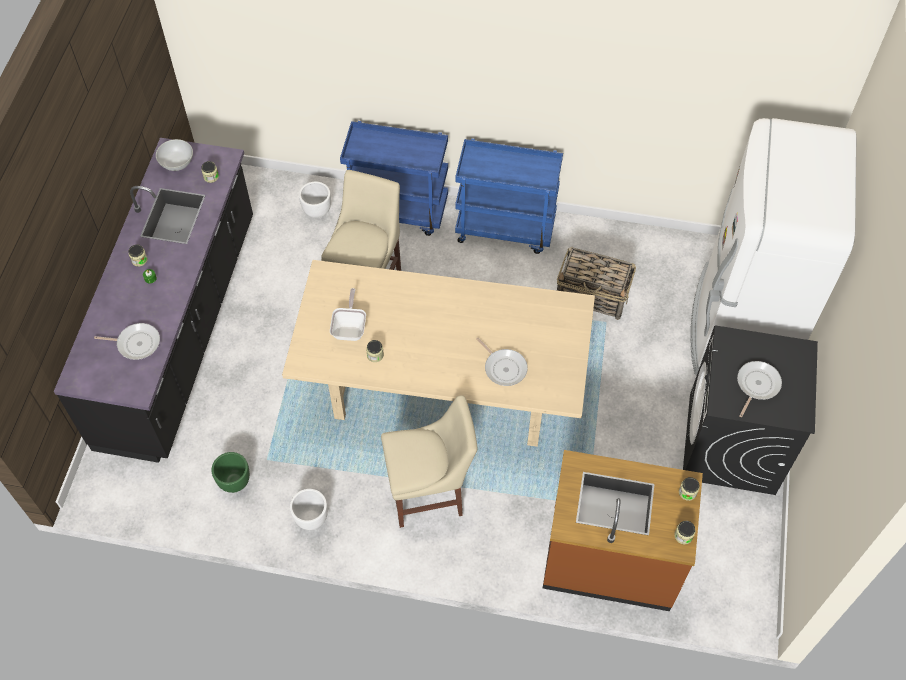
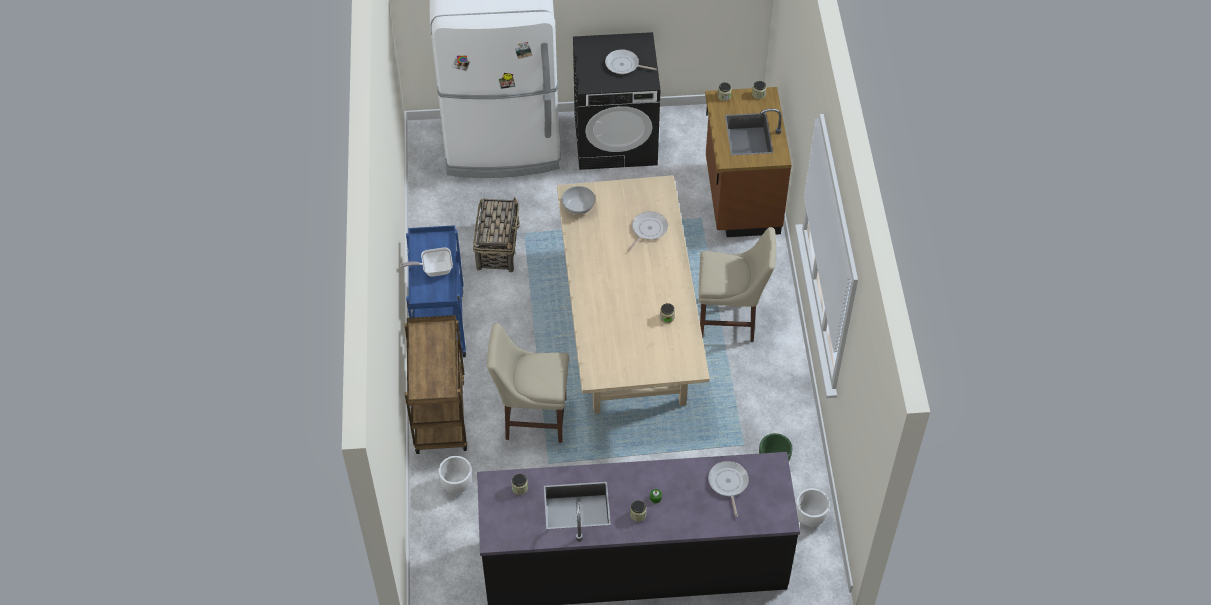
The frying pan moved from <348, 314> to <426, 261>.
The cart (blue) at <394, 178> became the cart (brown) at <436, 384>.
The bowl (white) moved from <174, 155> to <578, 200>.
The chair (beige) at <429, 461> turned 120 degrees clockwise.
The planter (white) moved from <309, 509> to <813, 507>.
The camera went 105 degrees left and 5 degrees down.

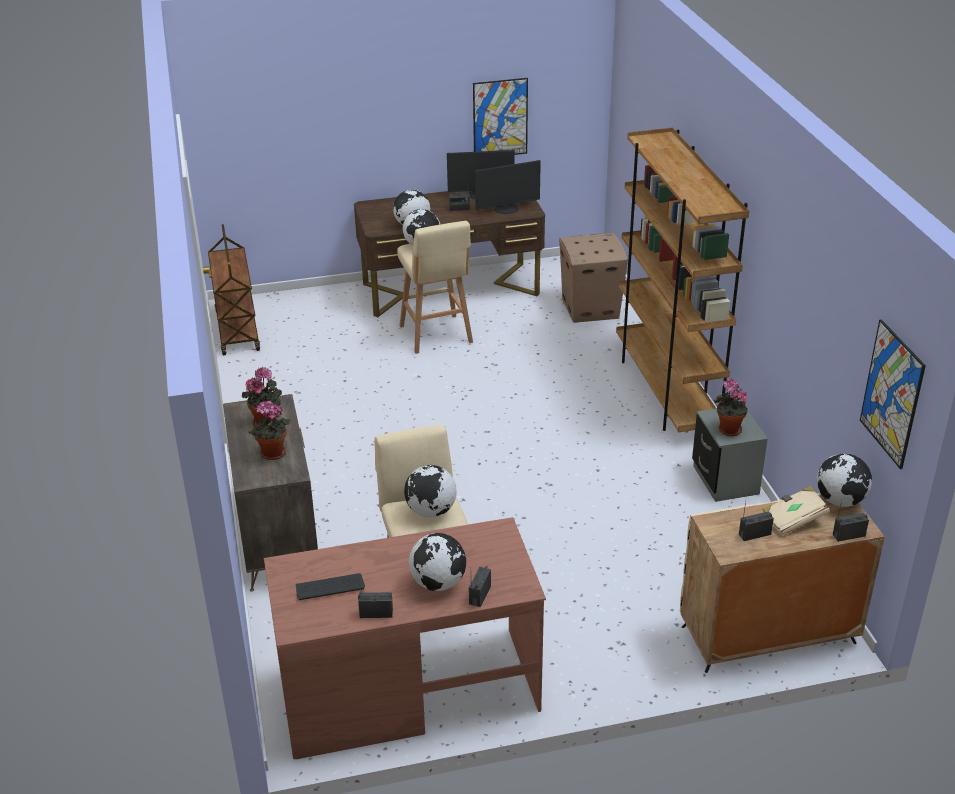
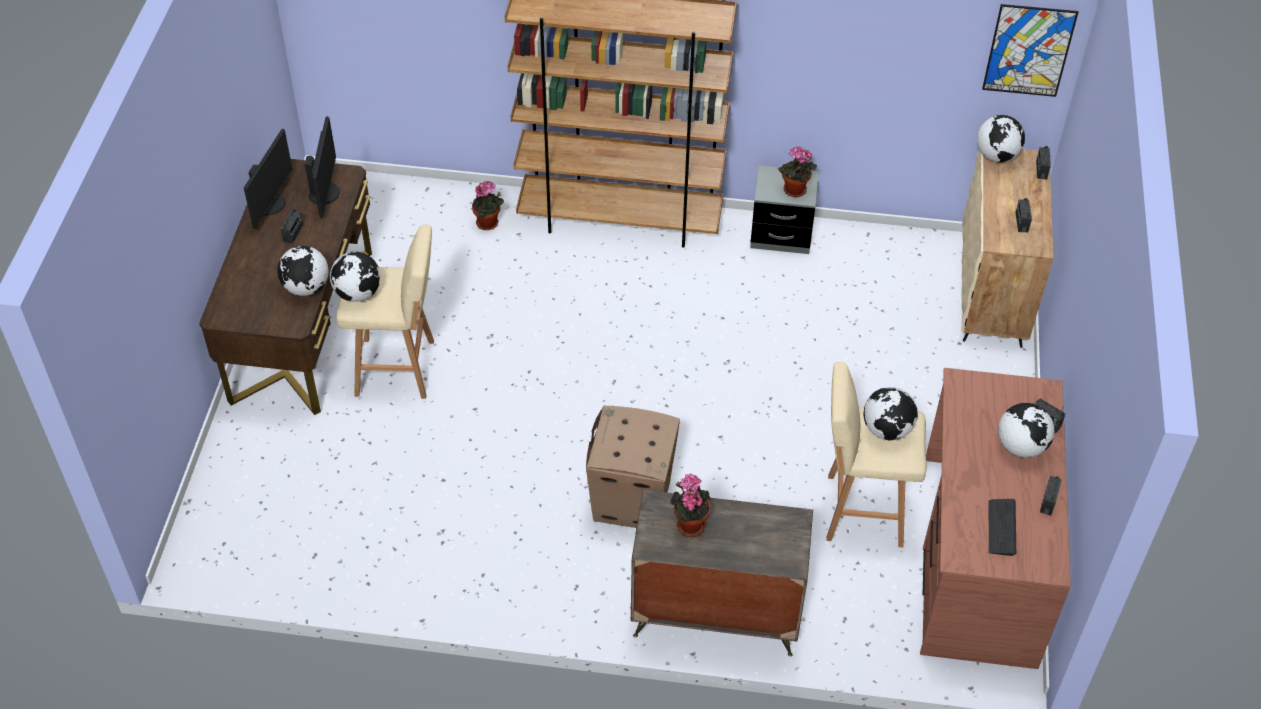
The potted plant moved from <269, 430> to <488, 205>.
The cardboard box moved from <593, 278> to <633, 467>.
The cart (brown) at <234, 290> disappeared.
The picture at <500, 116> disappeared.
The book (beige) at <796, 511> disappeared.
The camera went 70 degrees left and 15 degrees up.

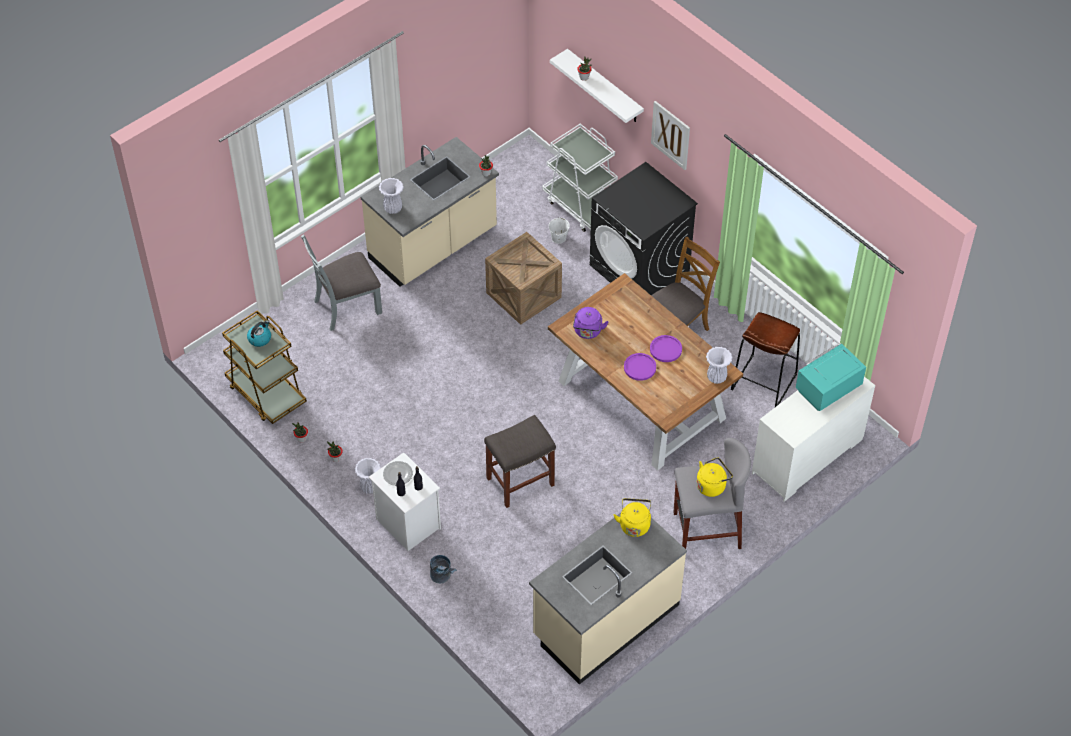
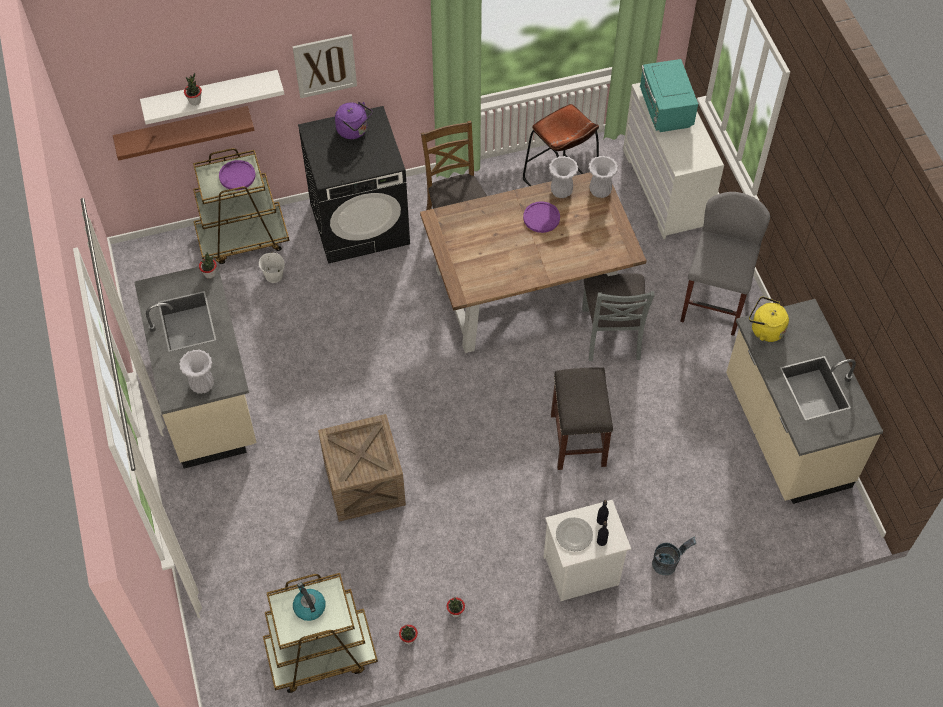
The shelf (brown) at <183, 133> appeared.
The cart (white) at <580, 178> became the cart (brown) at <241, 206>.
The plate (purple) moved from <640, 367> to <237, 175>.
The crate moved from <523, 278> to <362, 468>.
The kettle (purple) moved from <591, 323> to <354, 120>.
The vase (white) moved from <368, 476> to <563, 177>.
The chair (grey) moved from <341, 282> to <618, 317>.
The kettle (yellow) at <714, 477> disappeared.
The camera went 65 degrees left and 5 degrees up.

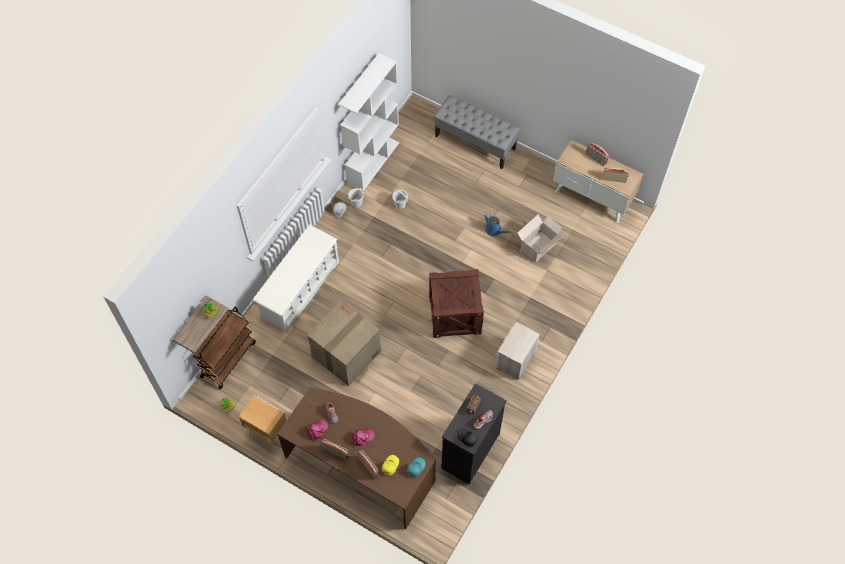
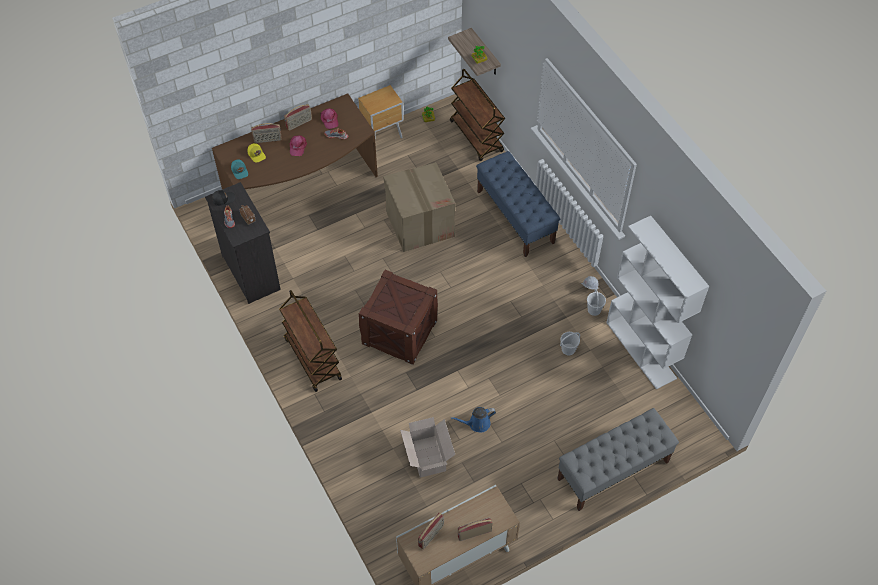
The nightstand at <518, 351> was replaced by the cart (brown) at <310, 341>.
The shoe rack (white) at <296, 279> was replaced by the bench (blue) at <518, 204>.
The camera went 120 degrees right and 5 degrees down.

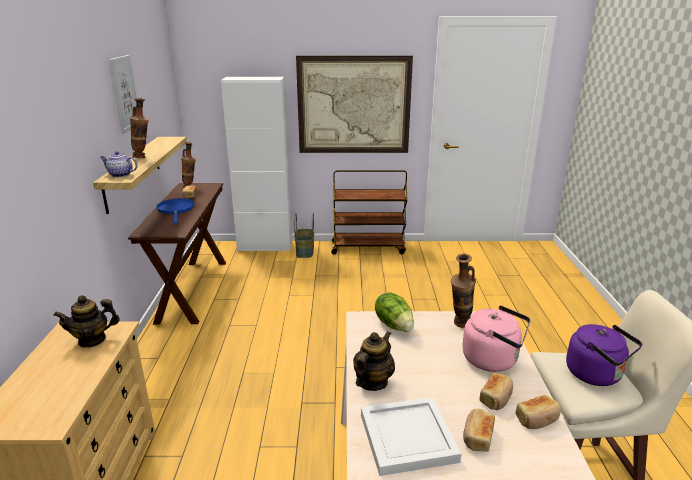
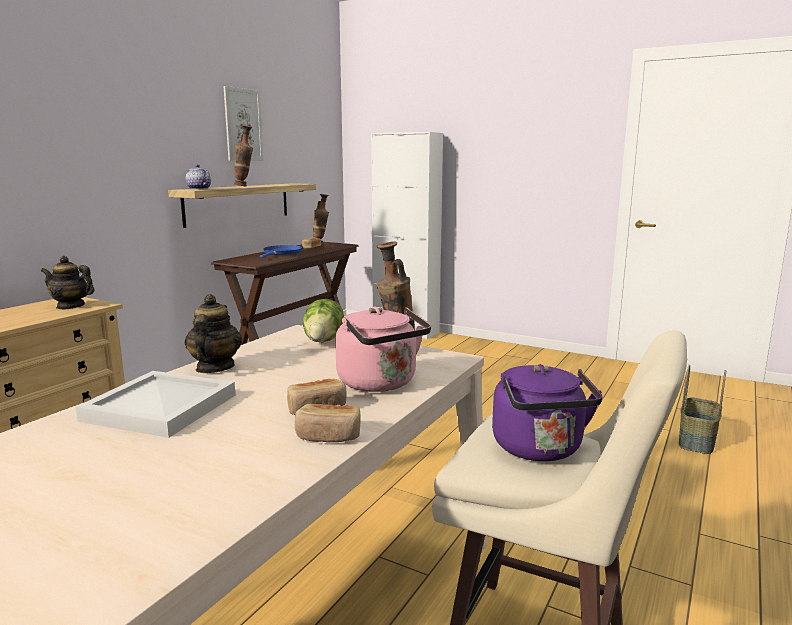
The teapot at <374, 361> turned 60 degrees counterclockwise.
The basket moved from <304, 235> to <702, 409>.
The picture at <354, 104> disappeared.
The cart (brown) at <369, 212> disappeared.
The bread at <479, 430> disappeared.
The camera went 30 degrees right and 10 degrees down.

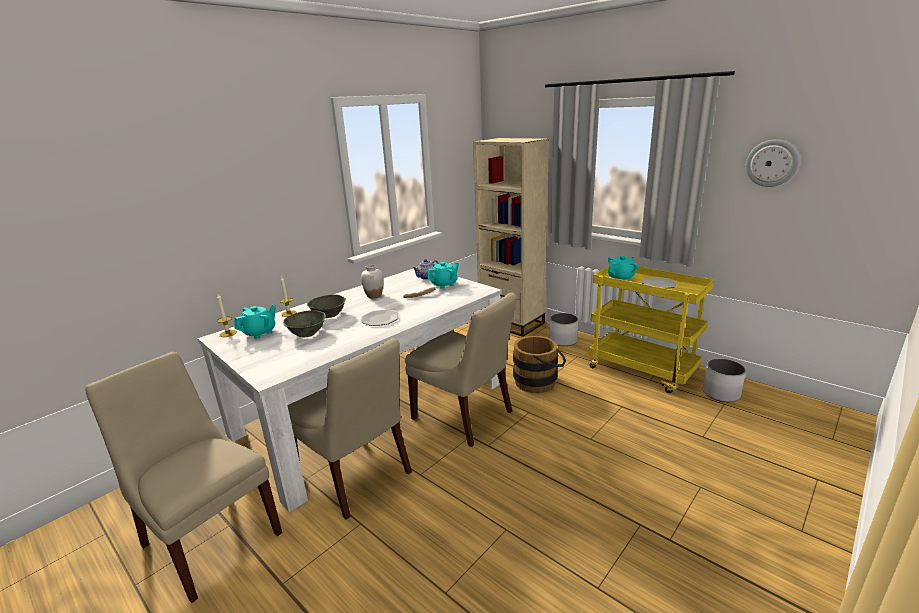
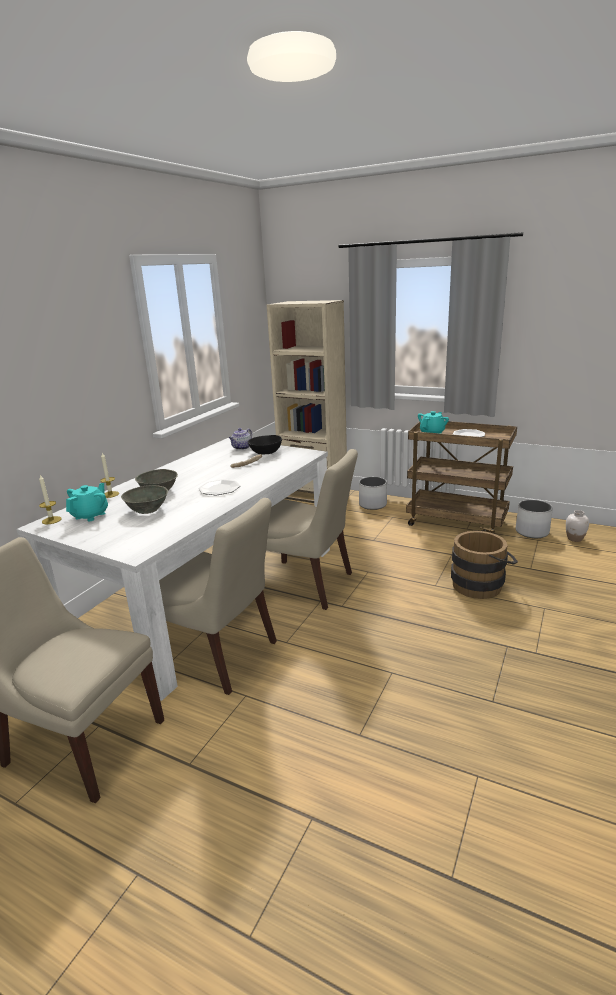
The teapot (turquoise) at <443, 275> was replaced by the bowl (black) at <265, 445>.
The cart (yellow) at <651, 329> became the cart (brown) at <461, 477>.
The bucket (brown) moved from <539, 364> to <484, 565>.
The vase (white) moved from <372, 282> to <577, 526>.
The wall clock at <772, 163> disappeared.
The camera went 15 degrees left and 0 degrees up.

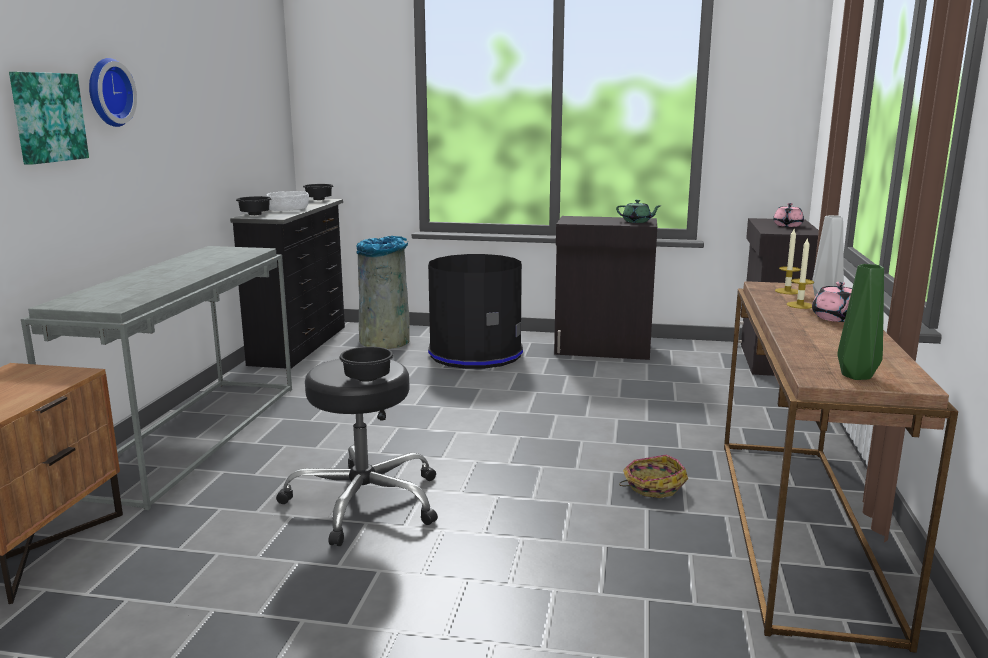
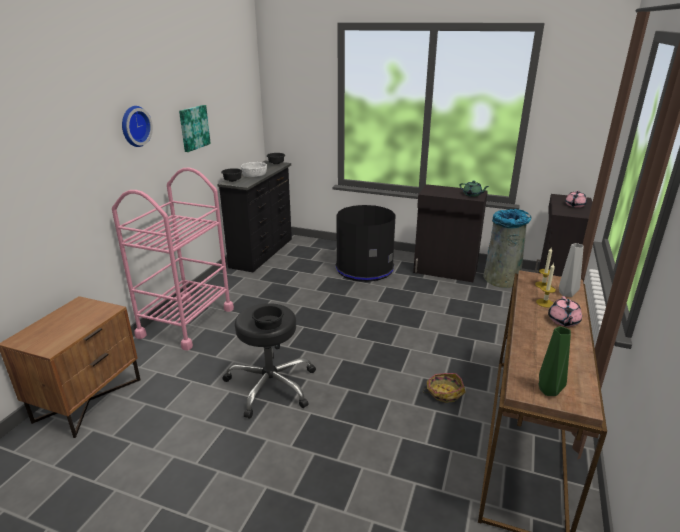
The console table (grey) at <156, 378> was replaced by the cart (pink) at <173, 259>.
The picture moved from <49, 118> to <195, 128>.
The trash can (grey) moved from <383, 292> to <507, 248>.
The camera went 10 degrees right and 10 degrees up.

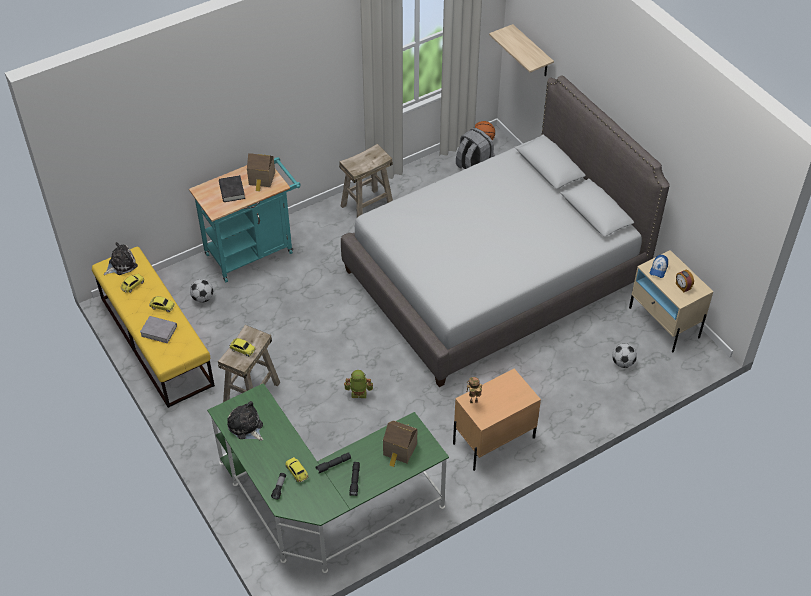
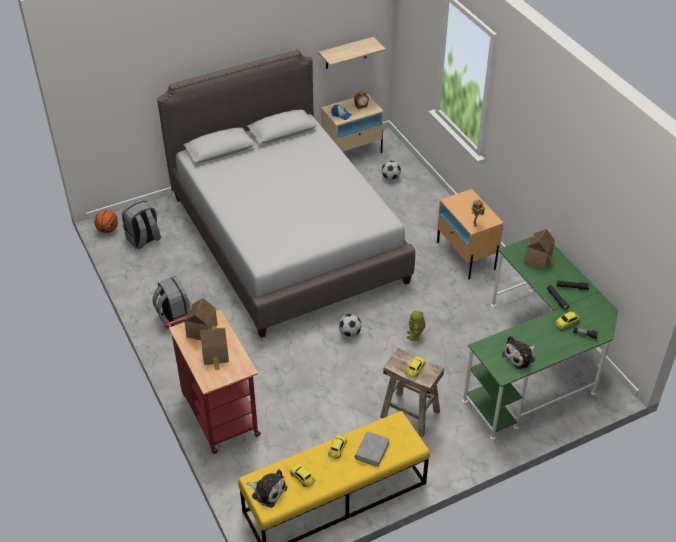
The stool (beige) at <366, 180> was replaced by the backpack (grey) at <172, 302>.
The cart (turquoise) at <245, 219> became the cart (red) at <213, 381>.
The book (black) at <232, 188> was replaced by the toy house at <214, 348>.
The plush toy at <121, 258> turned 150 degrees clockwise.
The shelf moved from <521, 50> to <352, 53>.
The football moved from <201, 291> to <350, 325>.
The camera went 85 degrees left and 5 degrees down.

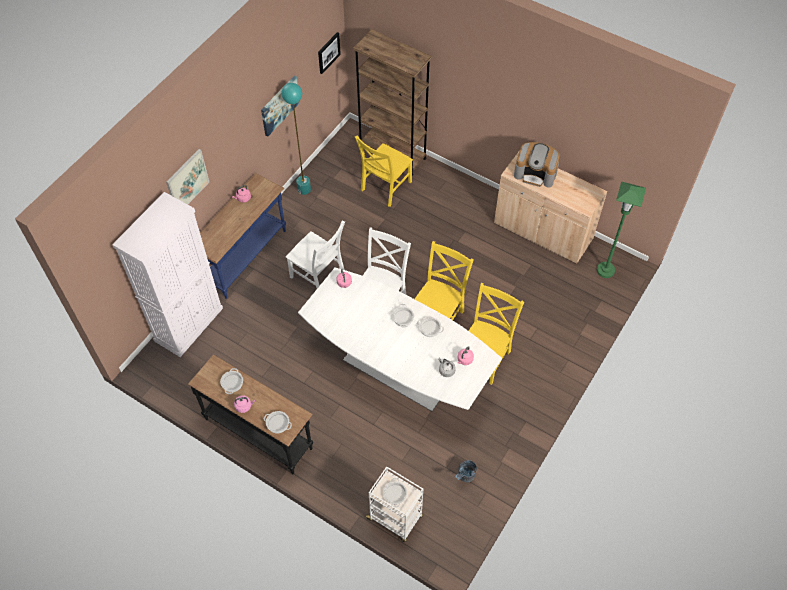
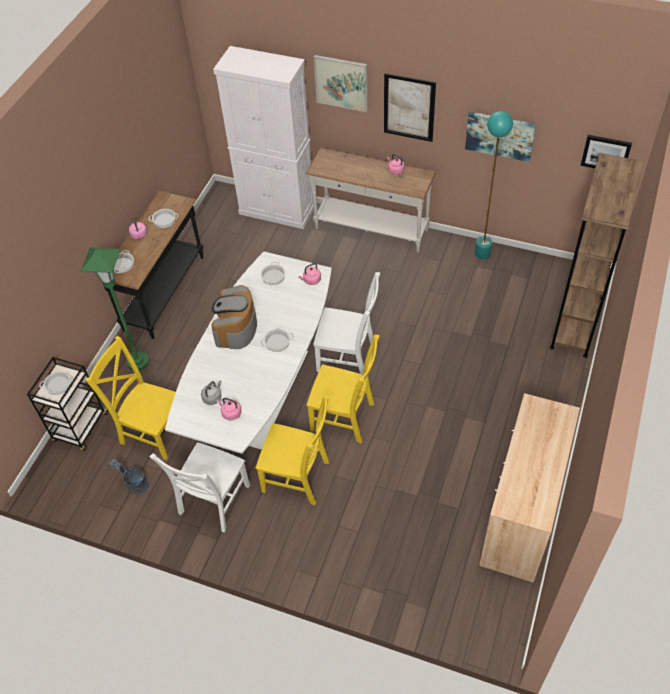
The cart (white) at <394, 504> became the cart (black) at <67, 404>.
The floor lamp (green) moved from <621, 229> to <115, 309>.
The chair (yellow) moved from <384, 171> to <131, 398>.
The chair (white) moved from <315, 254> to <199, 487>.
The coffee machine moved from <537, 165> to <234, 317>.
The cooking pot moved from <430, 327> to <273, 273>.
The console table (blue) at <243, 236> became the console table (white) at <371, 200>.
The picture at <410, 107> appeared.
The camera went 80 degrees right and 5 degrees down.

